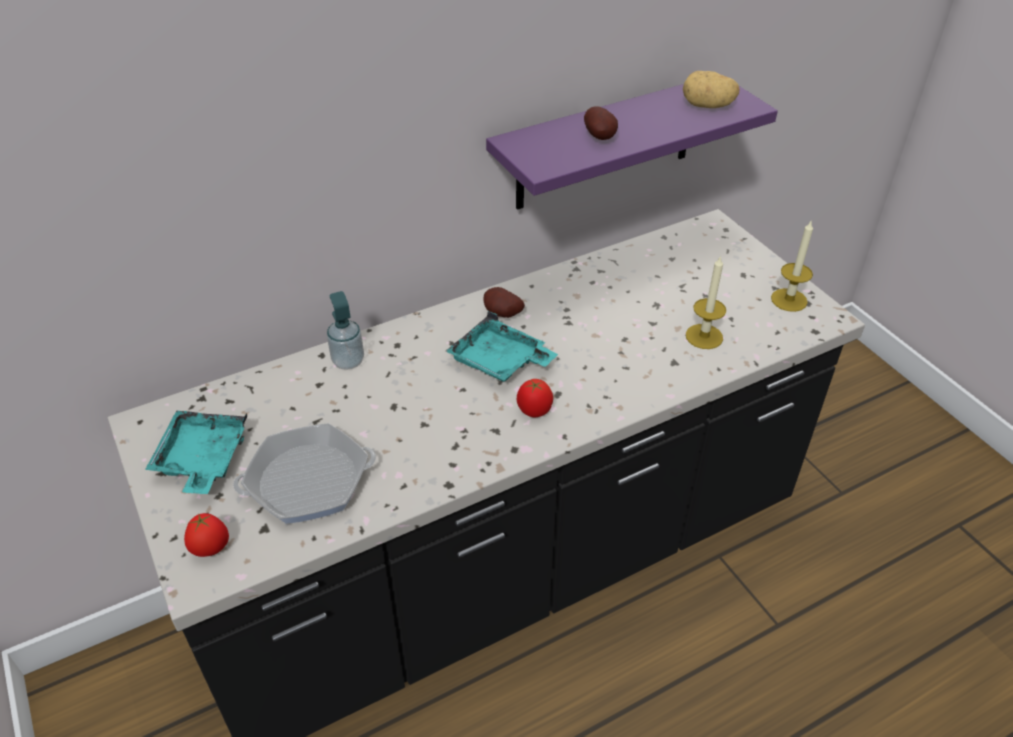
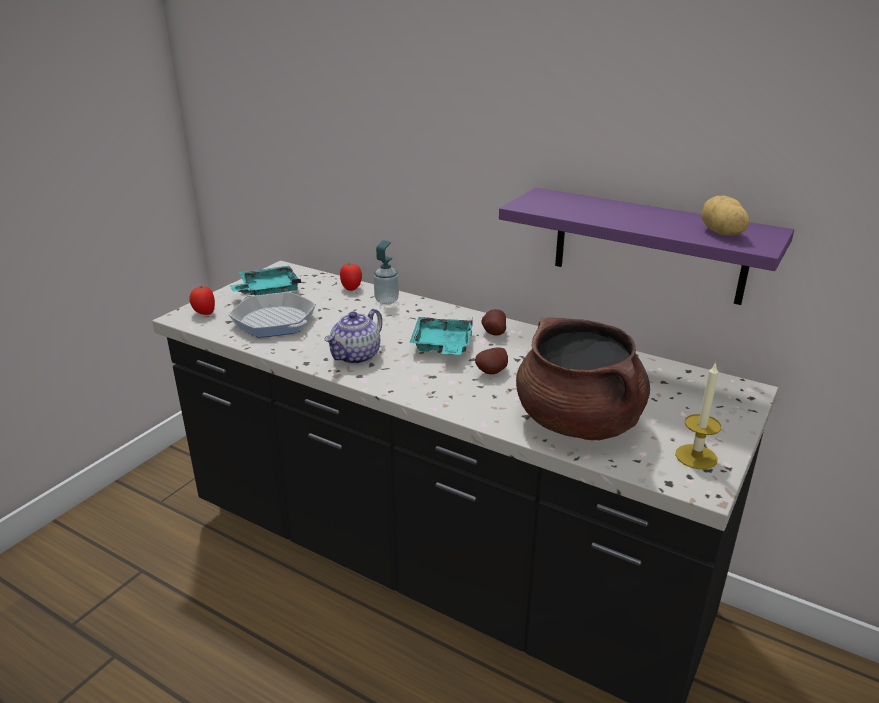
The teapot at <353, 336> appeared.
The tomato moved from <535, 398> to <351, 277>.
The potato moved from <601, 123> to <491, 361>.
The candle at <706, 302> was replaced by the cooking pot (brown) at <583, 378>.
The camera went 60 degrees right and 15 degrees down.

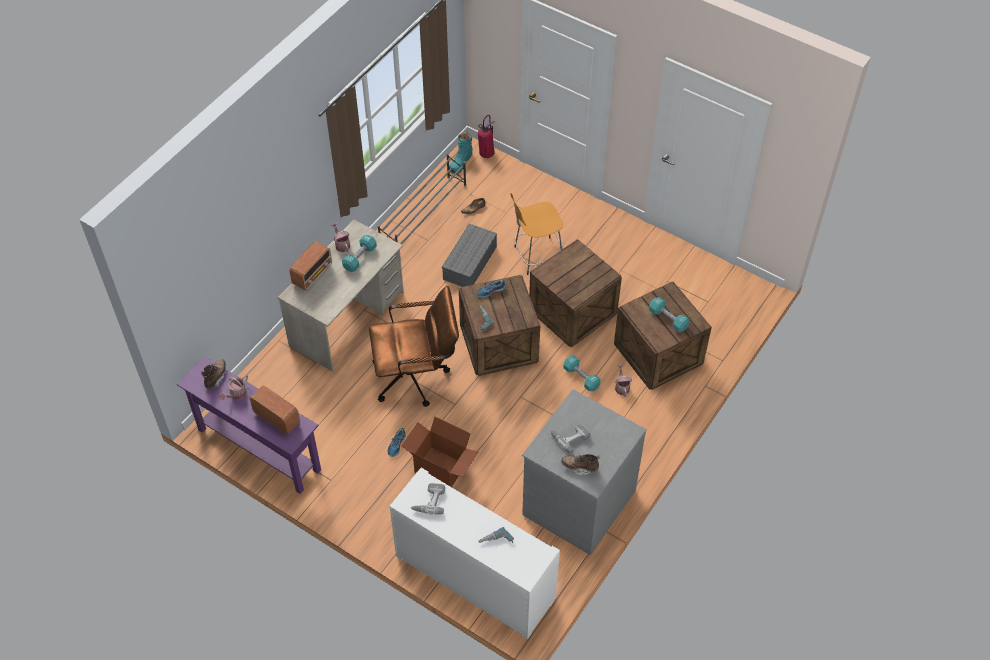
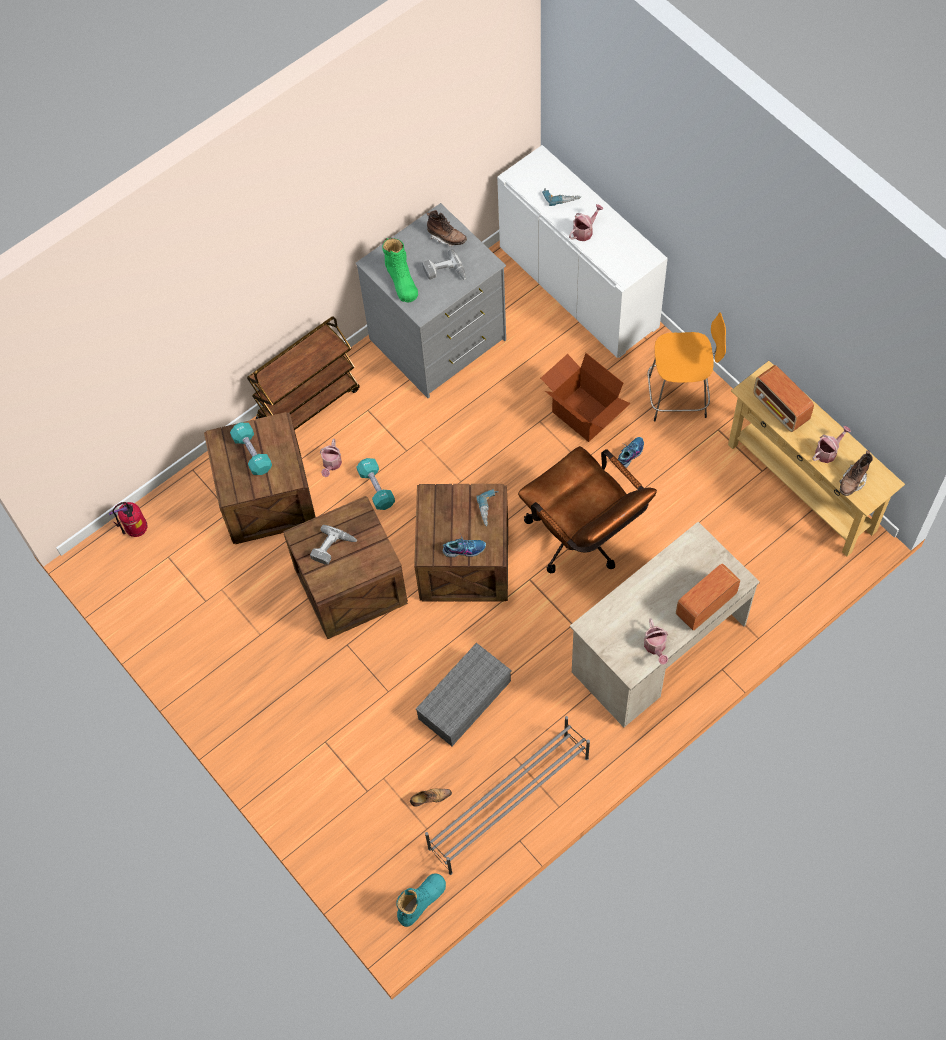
The fire extinguisher moved from <486, 136> to <128, 519>.
The cart (brown) at <303, 373> appeared.
The power drill moved from <428, 499> to <333, 545>.
The boot (green) at <400, 270> appeared.
The office chair (brown) at <414, 346> turned 135 degrees counterclockwise.
The watering can at <586, 222> appeared.
The stool (orange) moved from <536, 234> to <687, 366>.
The console table (purple) at <249, 425> became the console table (beige) at <816, 459>.
The dumbbell (turquoise) at <359, 253> disappeared.
The camera went 160 degrees left and 10 degrees up.

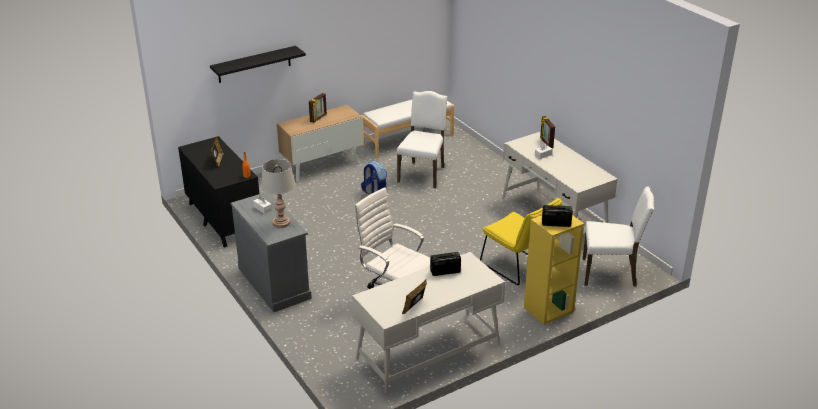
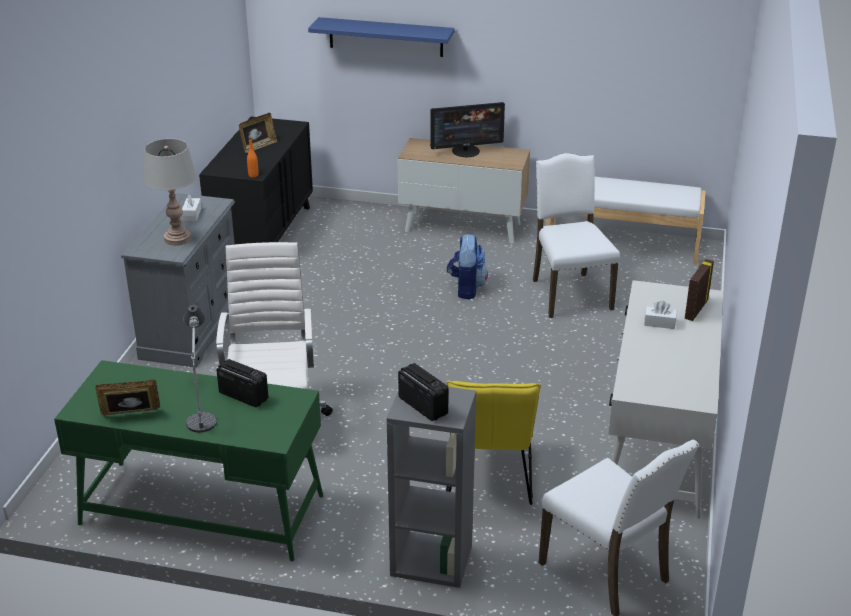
The desk (white) at <428, 323> became the desk (green) at <188, 460>.
The table lamp at <200, 368> appeared.
The shelf (black) at <258, 64> became the shelf (blue) at <381, 37>.
The bookcase (yellow) at <554, 270> became the bookcase (grey) at <431, 487>.
The picture frame at <318, 108> was replaced by the monitor at <467, 129>.
The chair (white) at <422, 139> turned 75 degrees counterclockwise.
The camera went 45 degrees right and 0 degrees up.

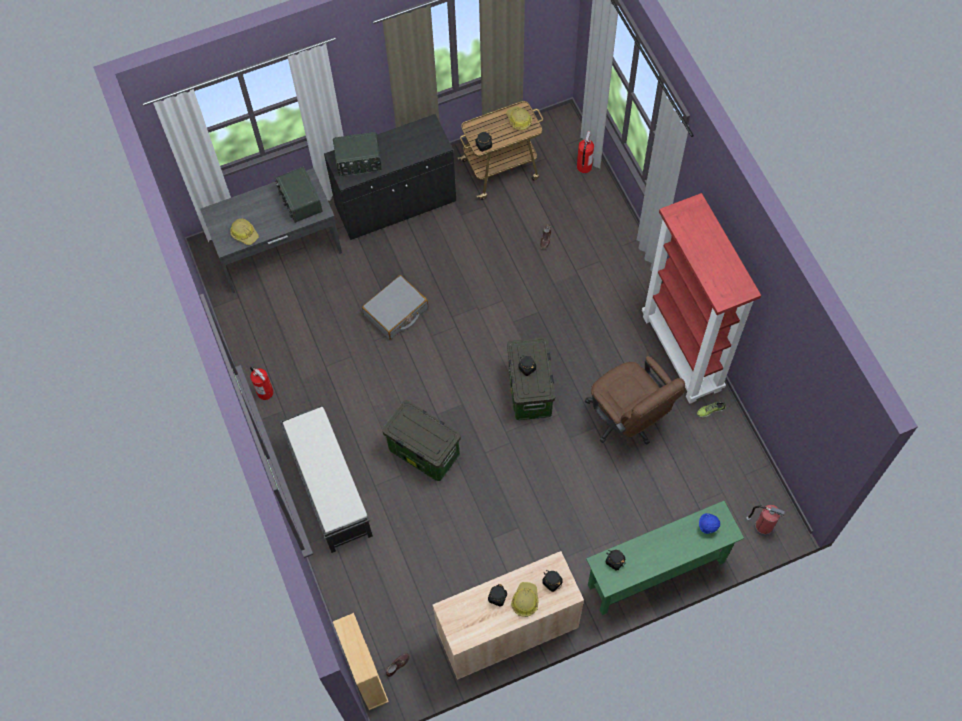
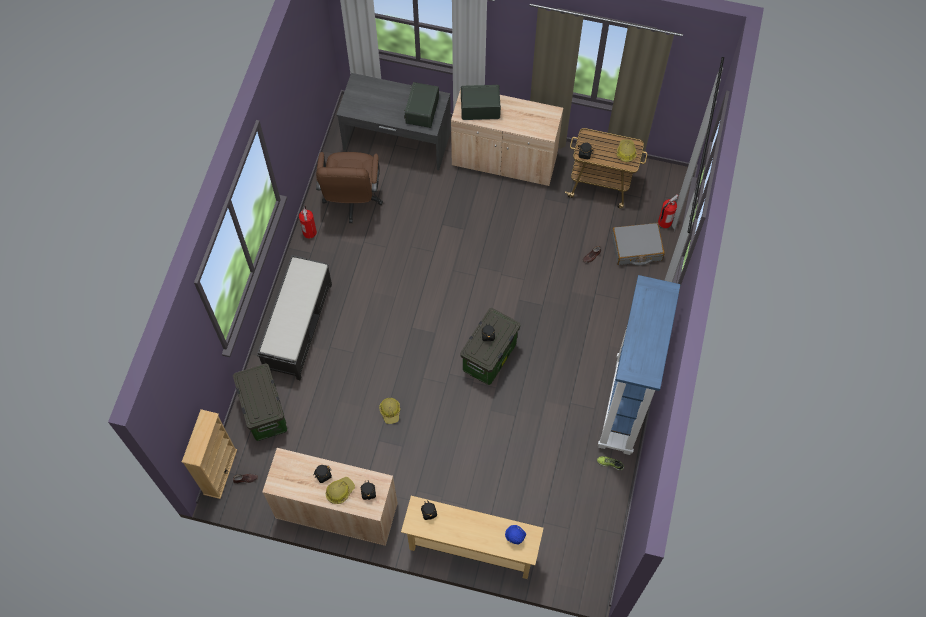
The storage box moved from <421, 440> to <260, 402>.
The office chair (brown) moved from <635, 400> to <349, 187>.
The hard hat moved from <244, 232> to <389, 411>.
The console table (green) at <665, 558> became the console table (beige) at <472, 537>.
The cabinet (black) at <390, 177> became the cabinet (beige) at <507, 137>.
The radio at <357, 154> turned 150 degrees clockwise.
The bookcase (red) at <701, 298> became the bookcase (blue) at <639, 365>.
The suitcase (grey) moved from <395, 307> to <638, 244>.
The fire extinguisher at <766, 520> disappeared.
The camera went 35 degrees right and 0 degrees up.

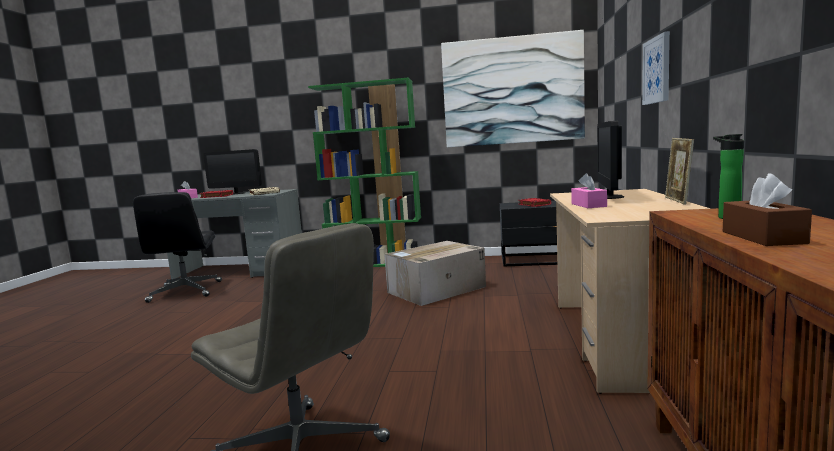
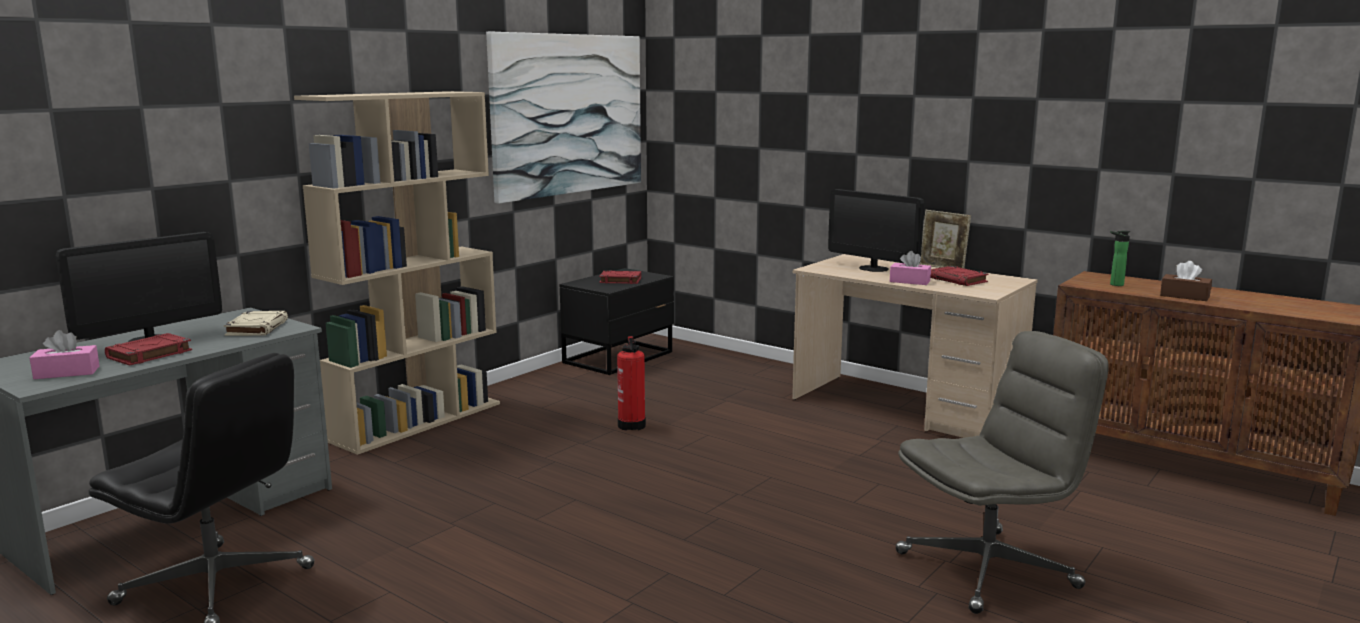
The bookcase (green) at <364, 172> became the bookcase (beige) at <397, 273>.
The cardboard box at <435, 273> was replaced by the fire extinguisher at <631, 383>.
The book (red) at <959, 276> appeared.
The picture at <656, 68> disappeared.
The camera went 60 degrees left and 5 degrees up.

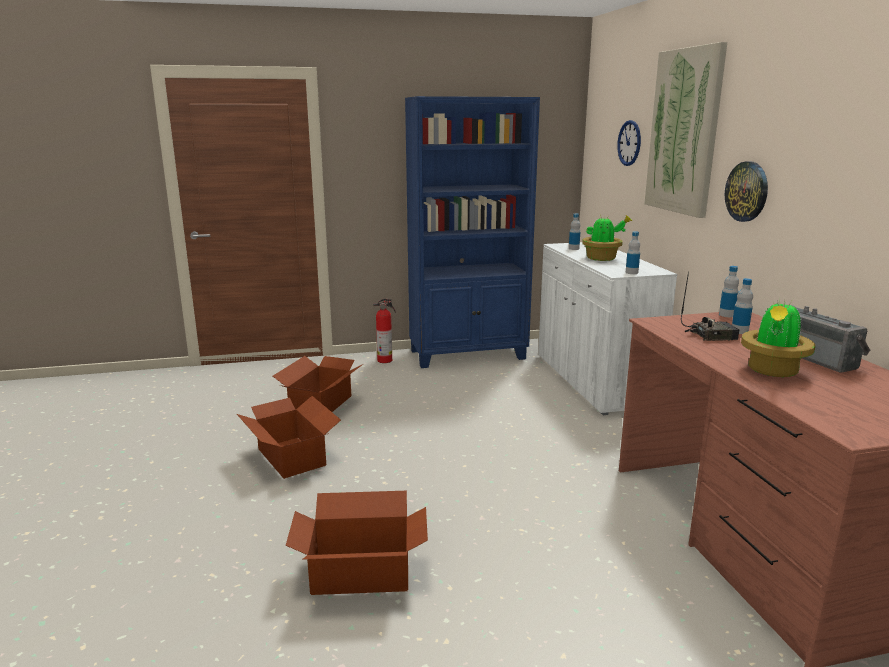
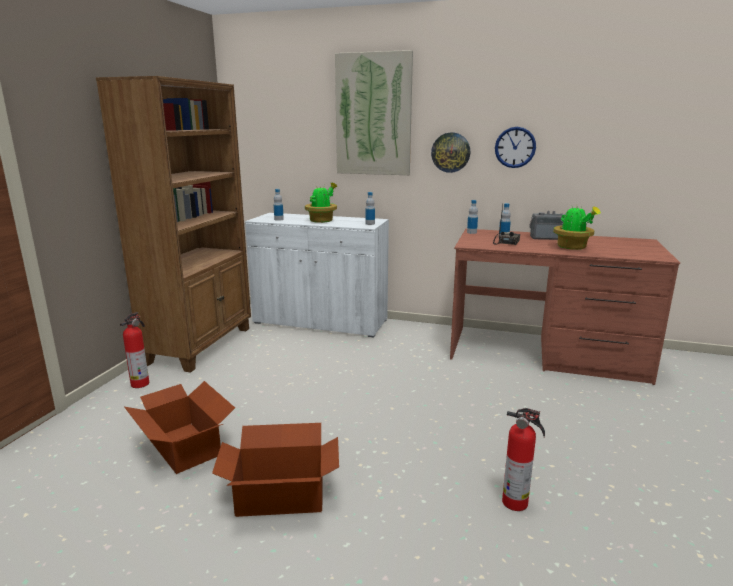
The bookcase (blue) at <472, 232> became the bookcase (brown) at <173, 224>.
The wall clock moved from <629, 143> to <515, 147>.
The cardboard box at <357, 543> was replaced by the fire extinguisher at <523, 459>.
The camera went 60 degrees left and 0 degrees up.

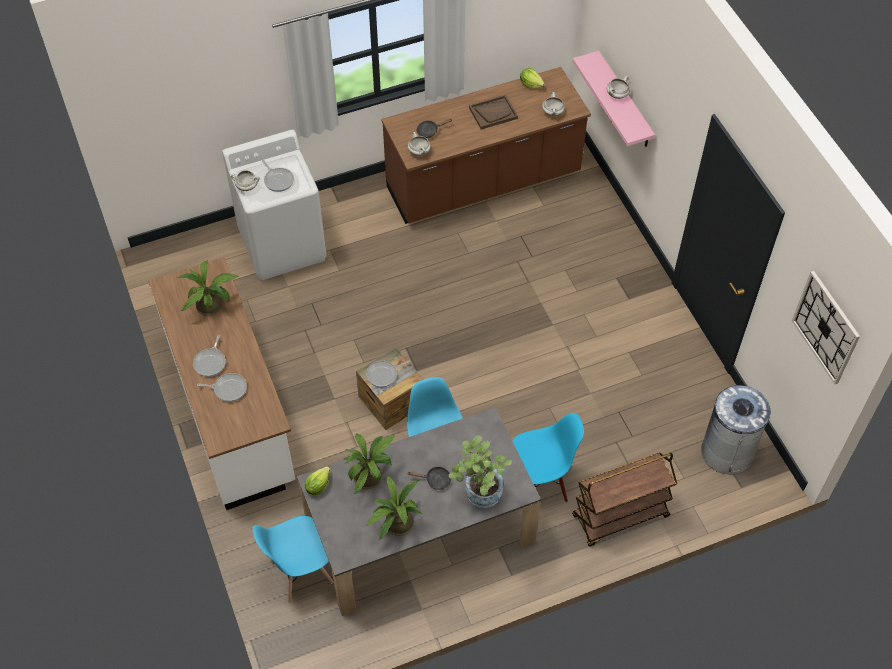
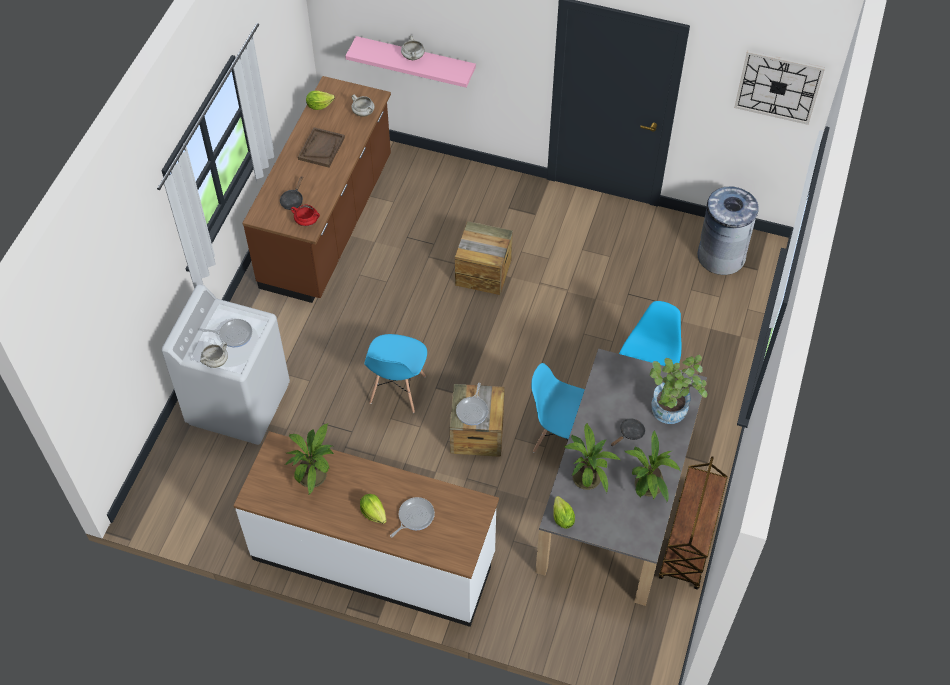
The cooking pot (white) at <419, 144> became the cooking pot (red) at <305, 216>.
The frying pan at <209, 356> was replaced by the lettuce at <373, 509>.
The chair (blue) moved from <293, 559> to <395, 373>.
The crate at <484, 258> appeared.
The cart (brown) moved from <624, 500> to <693, 522>.
The camera went 50 degrees left and 0 degrees up.

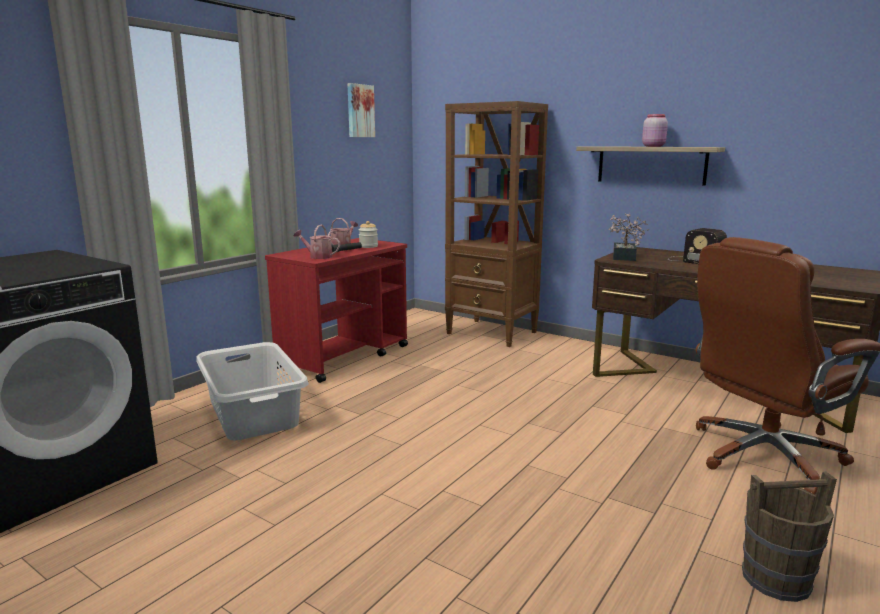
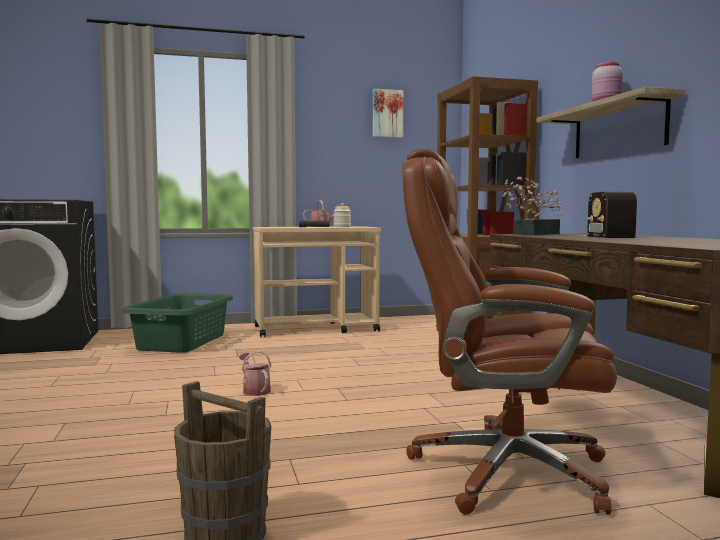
The laundry basket (grey) at <252, 391> became the laundry basket (green) at <177, 323>.
The watering can moved from <317, 242> to <255, 373>.
The cart (red) at <336, 310> became the cart (beige) at <317, 281>.
The camera went 40 degrees right and 10 degrees down.

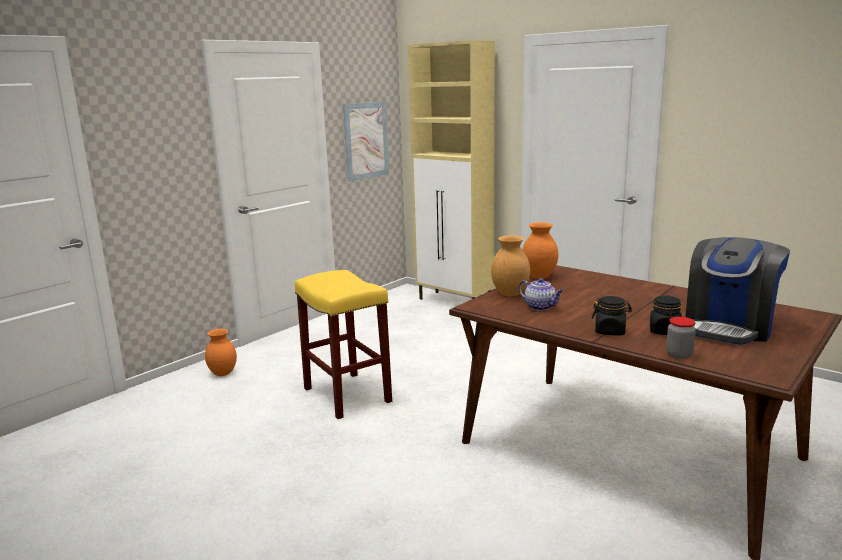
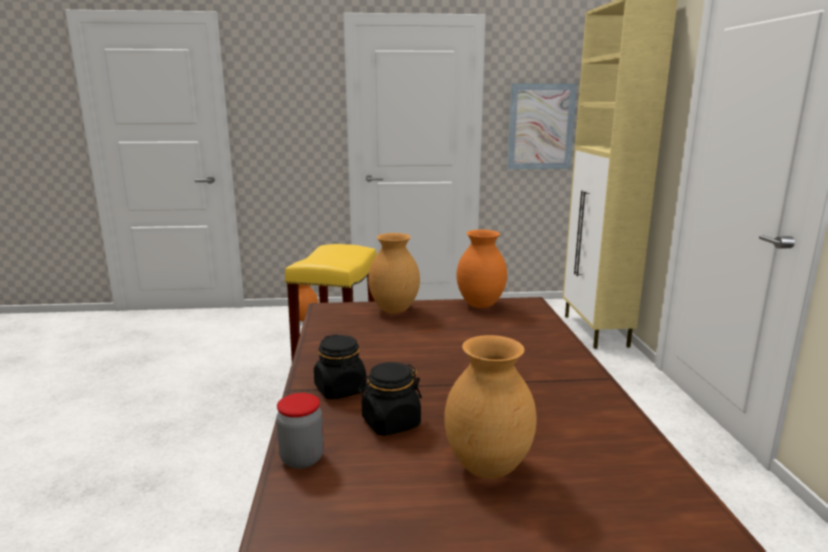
The coffee machine at <737, 291> was replaced by the vase (brown) at <491, 407>.
The teapot at <541, 294> disappeared.
The camera went 45 degrees right and 0 degrees up.

